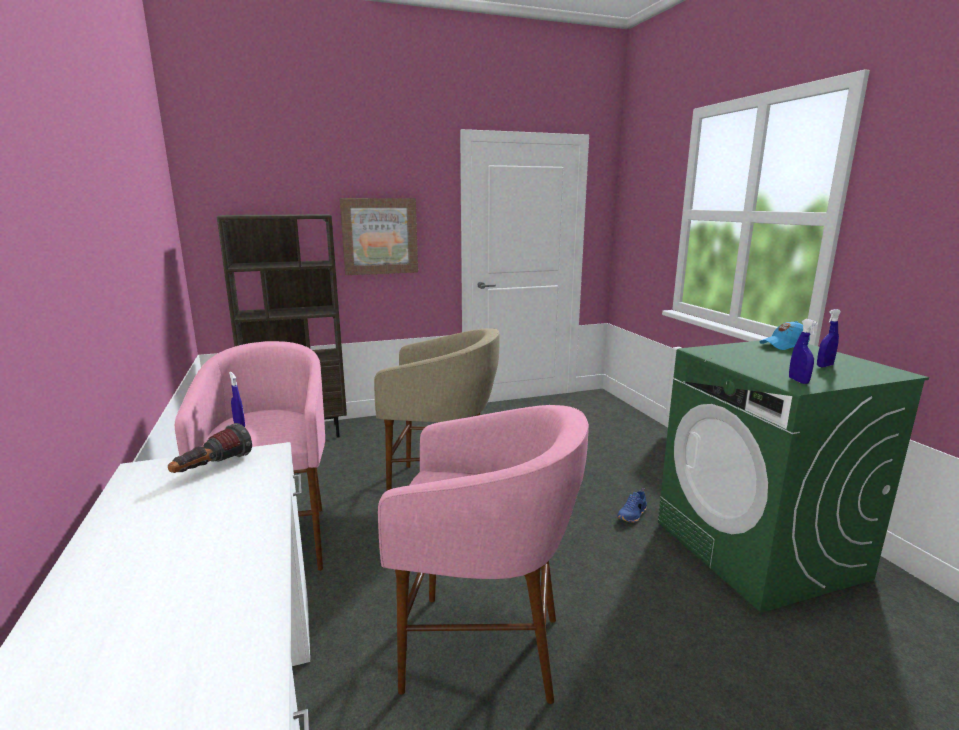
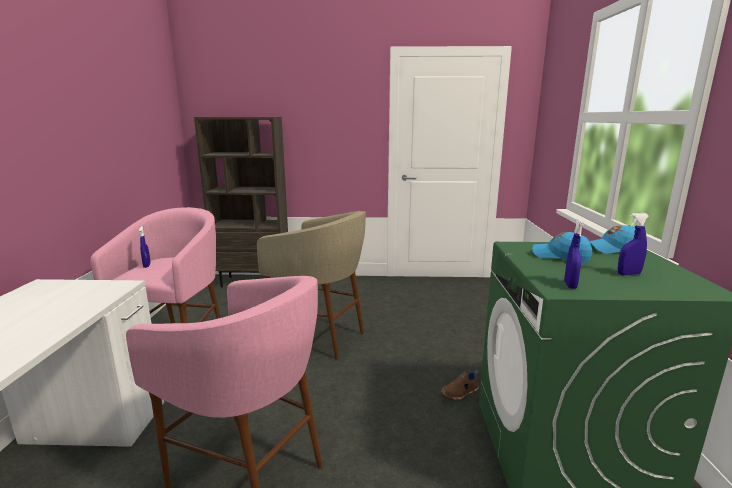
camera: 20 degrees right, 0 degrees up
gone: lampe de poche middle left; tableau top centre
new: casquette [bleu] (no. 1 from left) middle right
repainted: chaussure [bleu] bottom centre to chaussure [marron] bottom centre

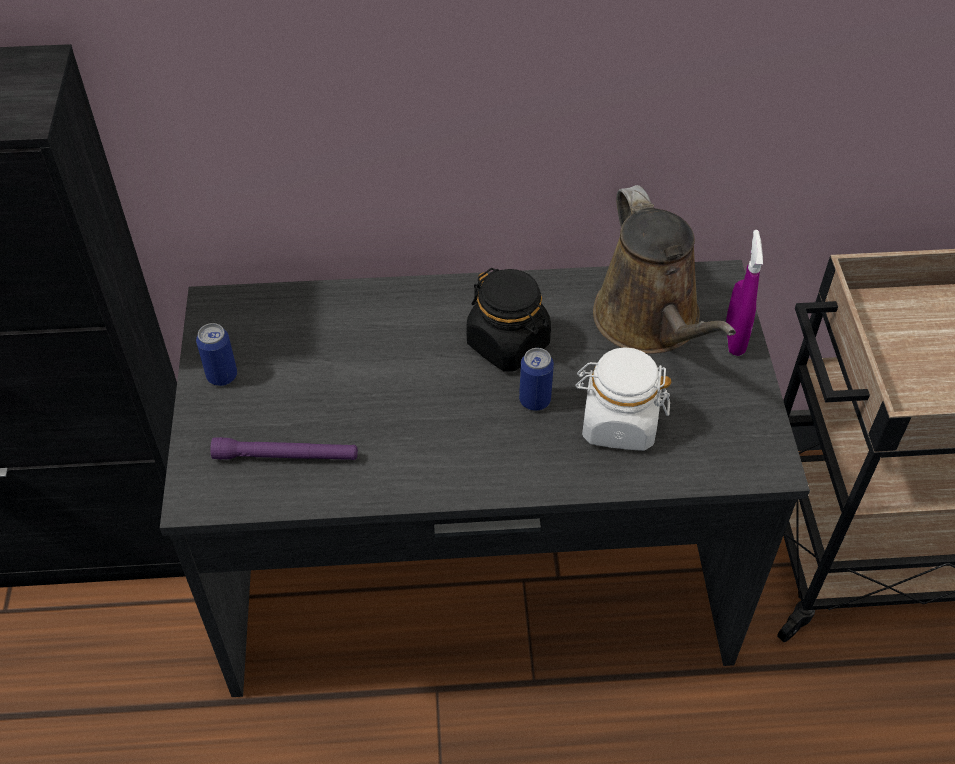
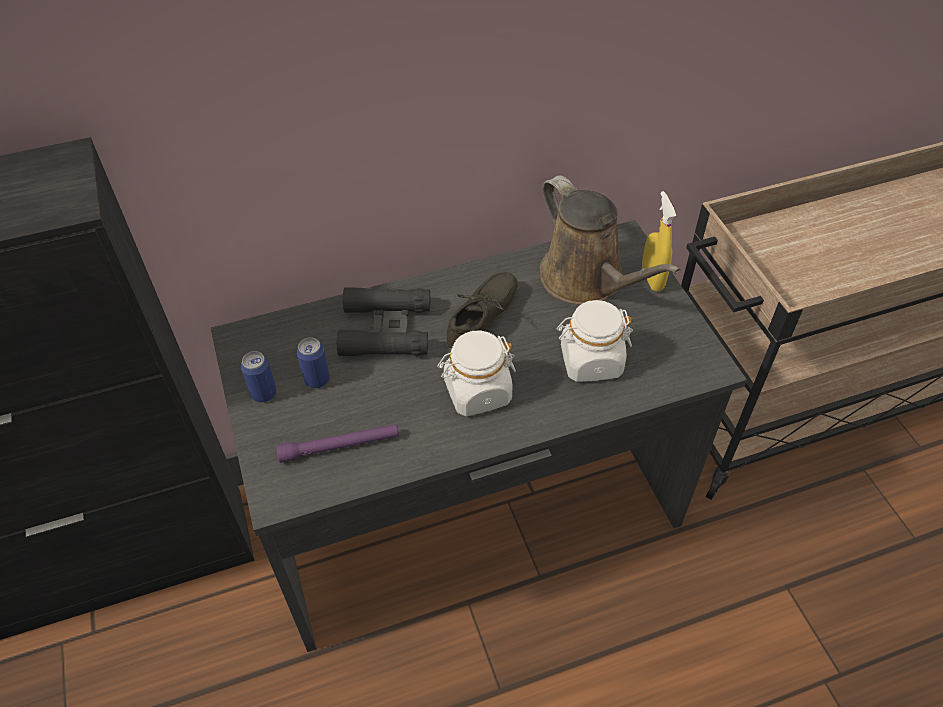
camera: 15 degrees left, 0 degrees up
new: jumelles [noir] centre; bocal [blanc] (no. 1 from left) centre
shifted: boîte métallique (no. 2 from left) centre to middle left
swapped: bocal [noir] centre to chaussure [gris] centre
repainted: vaporisateur [violet] middle right to vaporisateur [jaune] middle right

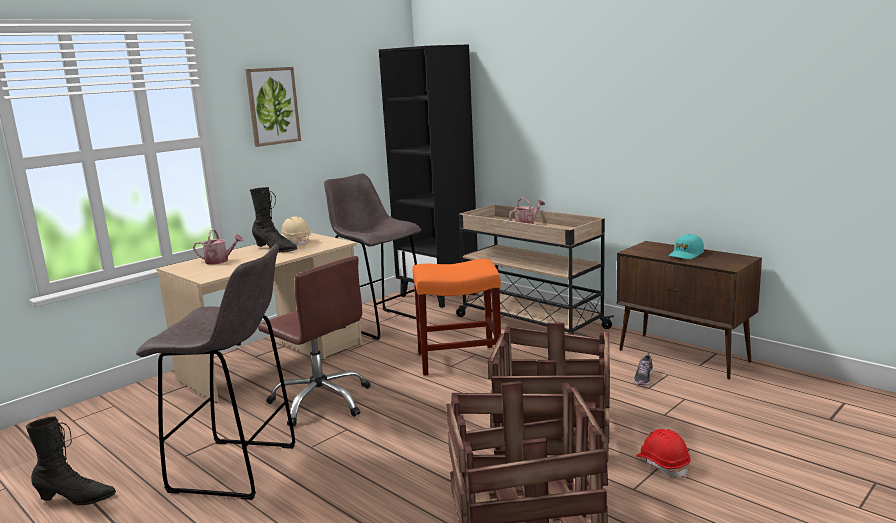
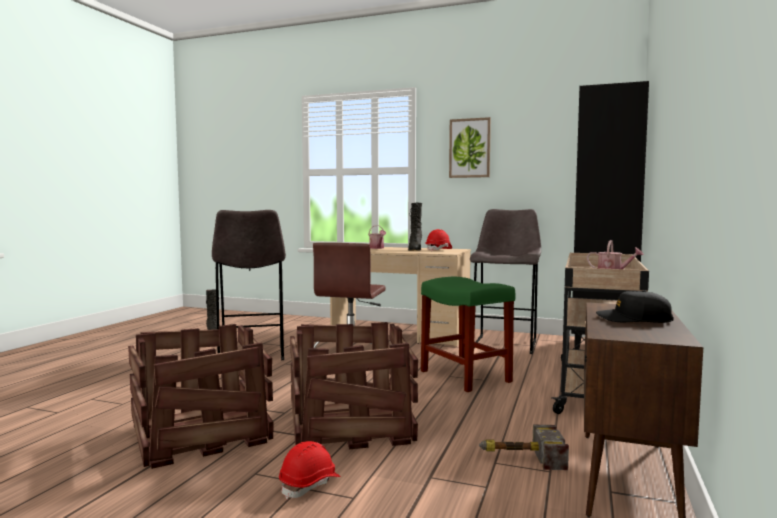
camera: 65 degrees right, 10 degrees down
swapped: chaussure bottom right to marteau bottom right
repainted: tabouret [orange] centre to tabouret [vert] centre; casque de chantier [beige] middle left to casque de chantier [rouge] (no. 2 from left) centre; casquette [turquoise] middle right to casquette [noir] middle right

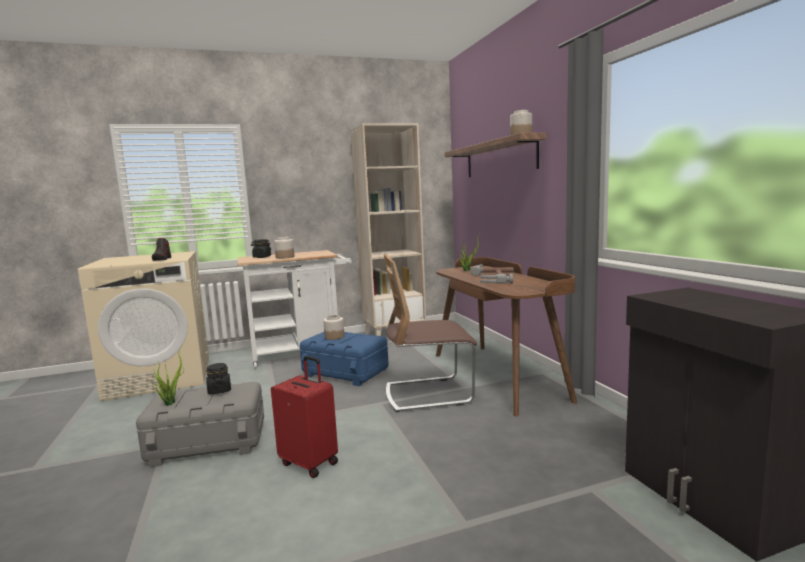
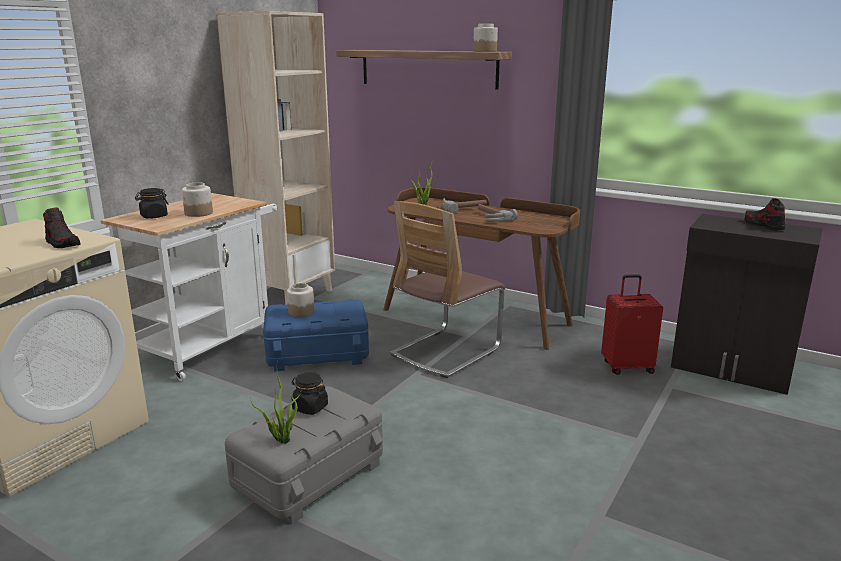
camera: 40 degrees left, 10 degrees up
new: chaussure (no. 2 from left) middle right
shifted: valise [rouge] bottom centre to middle right

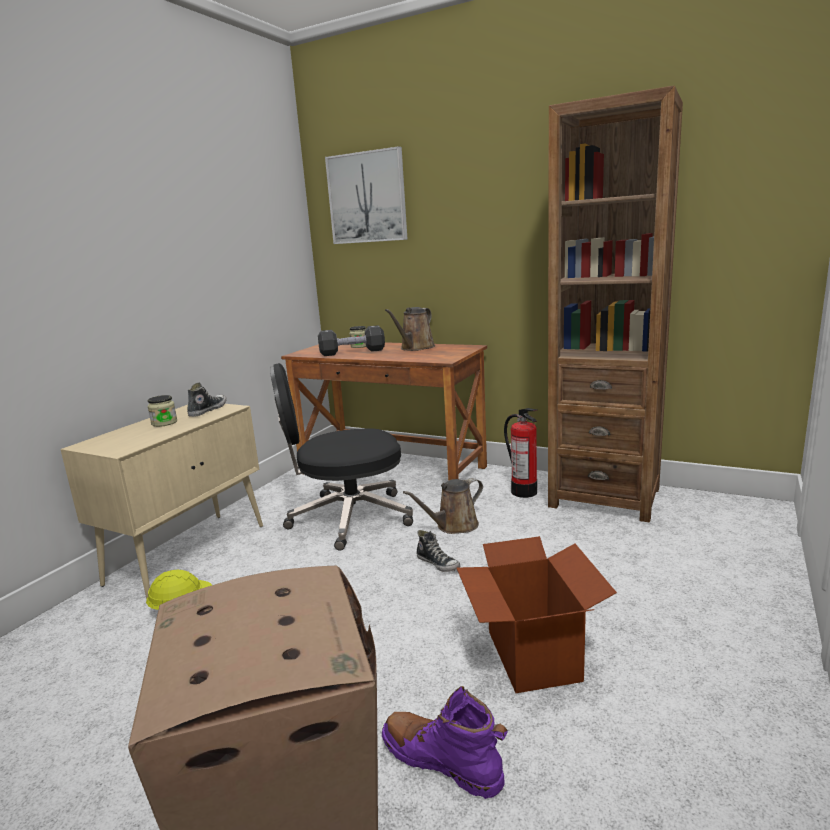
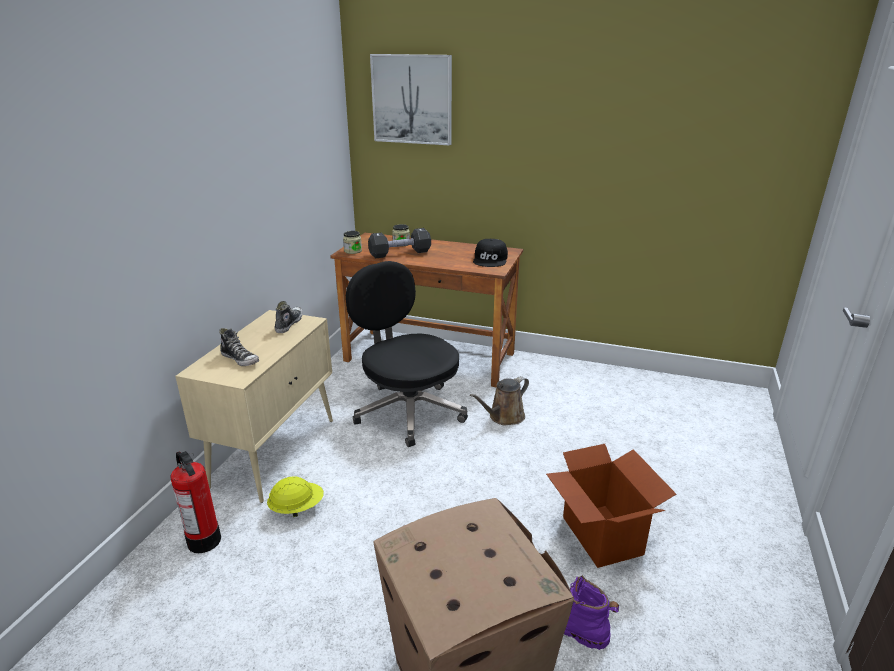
camera: 10 degrees left, 10 degrees up
gone: arrosoir [marron] (no. 1 from left) centre; bibliothèque [marron] middle right
new: casquette [noir] centre
shifted: extincteur centre to bottom left; chaussure (no. 2 from left in the first image) centre to chaussure (no. 1 from left) middle left; bocal (no. 1 from left) middle left to centre
rotated: chaise de bureau [noir] centre = centre 75 degrees clockwise

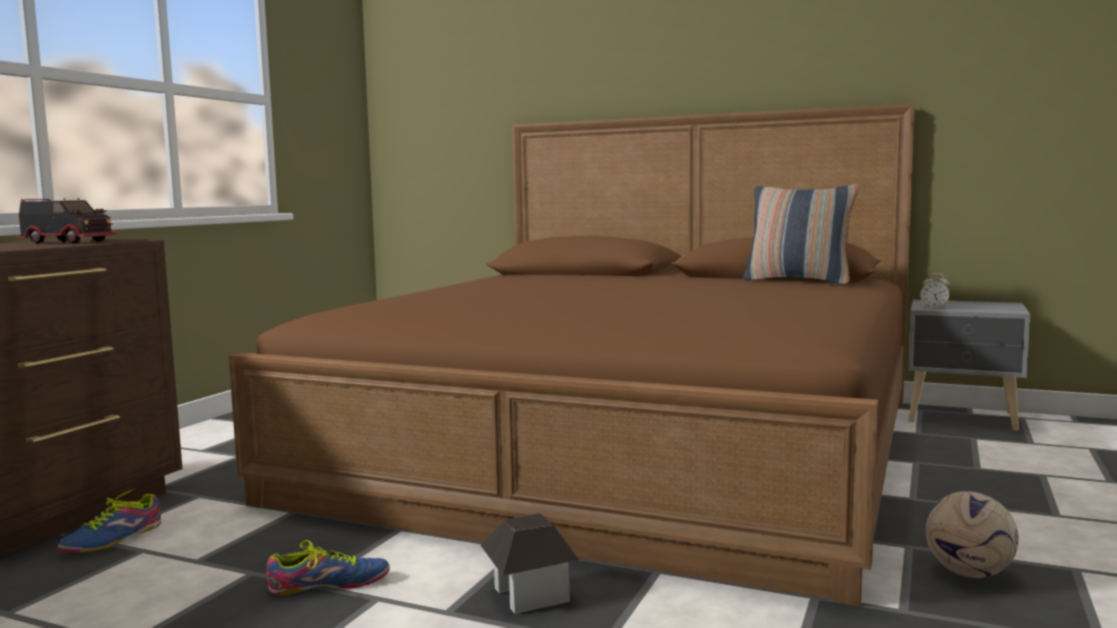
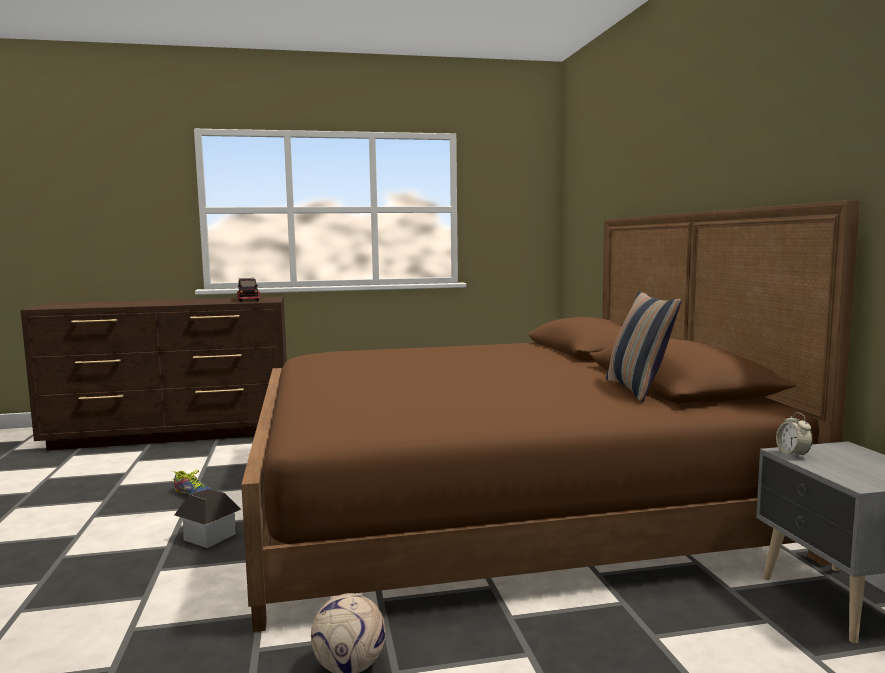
camera: 55 degrees right, 0 degrees up
gone: chaussure (no. 1 from left) bottom left

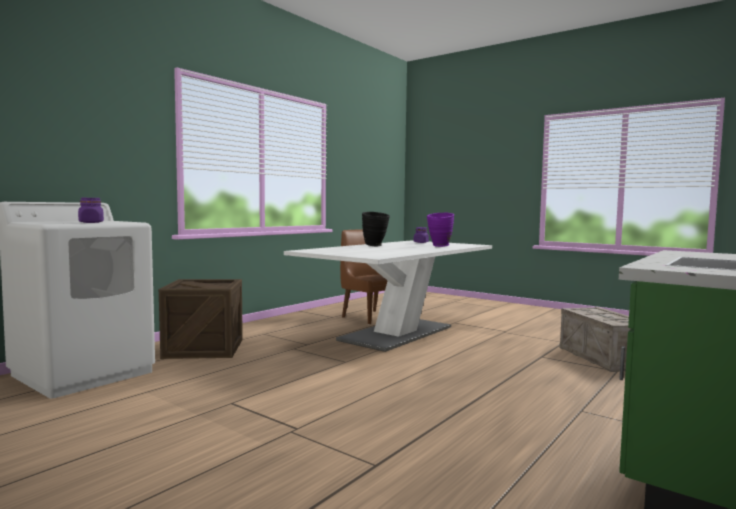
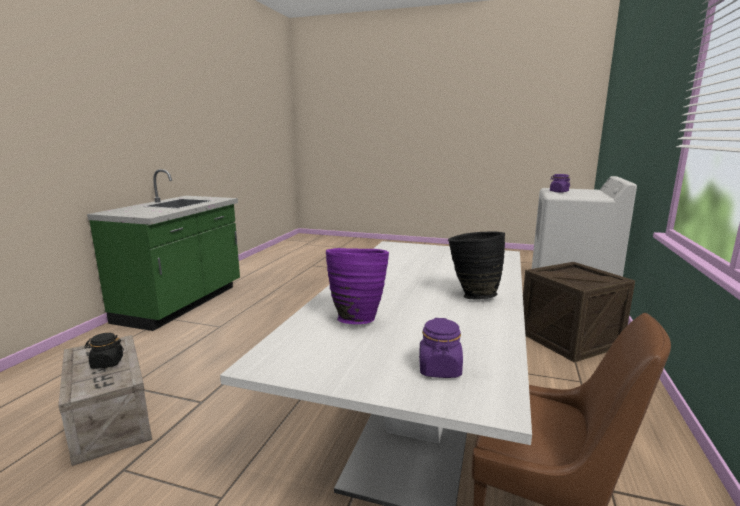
camera: 160 degrees right, 10 degrees up
new: bocal [noir] bottom left

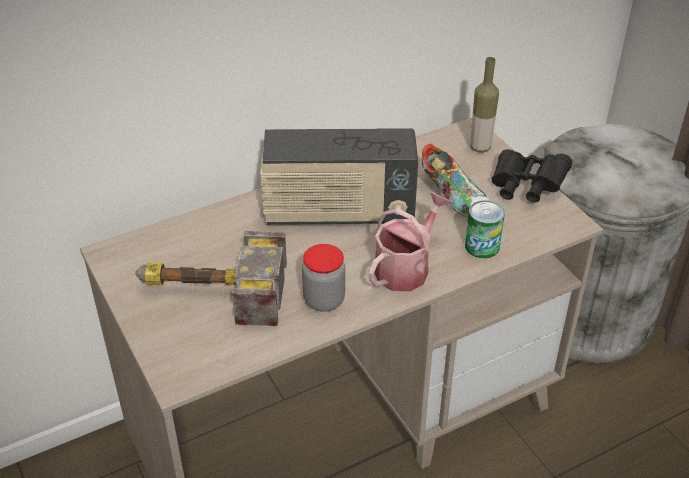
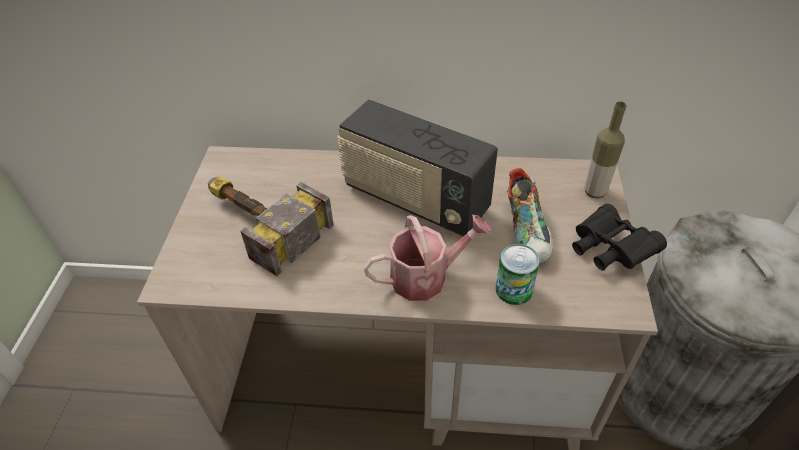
camera: 35 degrees right, 5 degrees up
gone: bocal centre

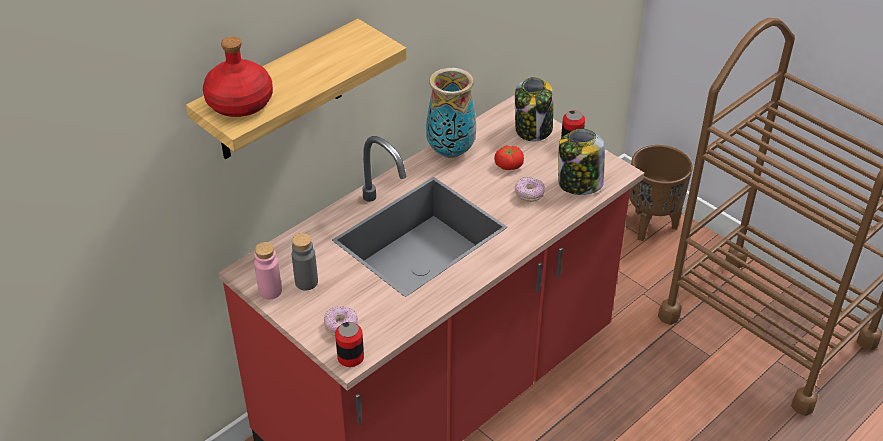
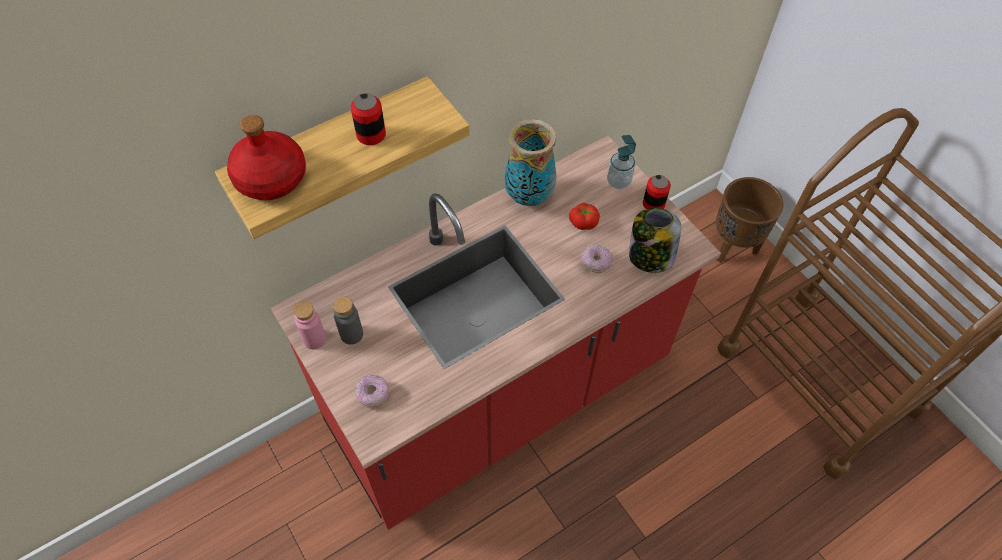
camera: 10 degrees right, 15 degrees up
shifted: boîte métallique (no. 1 from left) bottom centre to top centre
swapped: bocal (no. 1 from left) top centre to distributeur de savon top centre

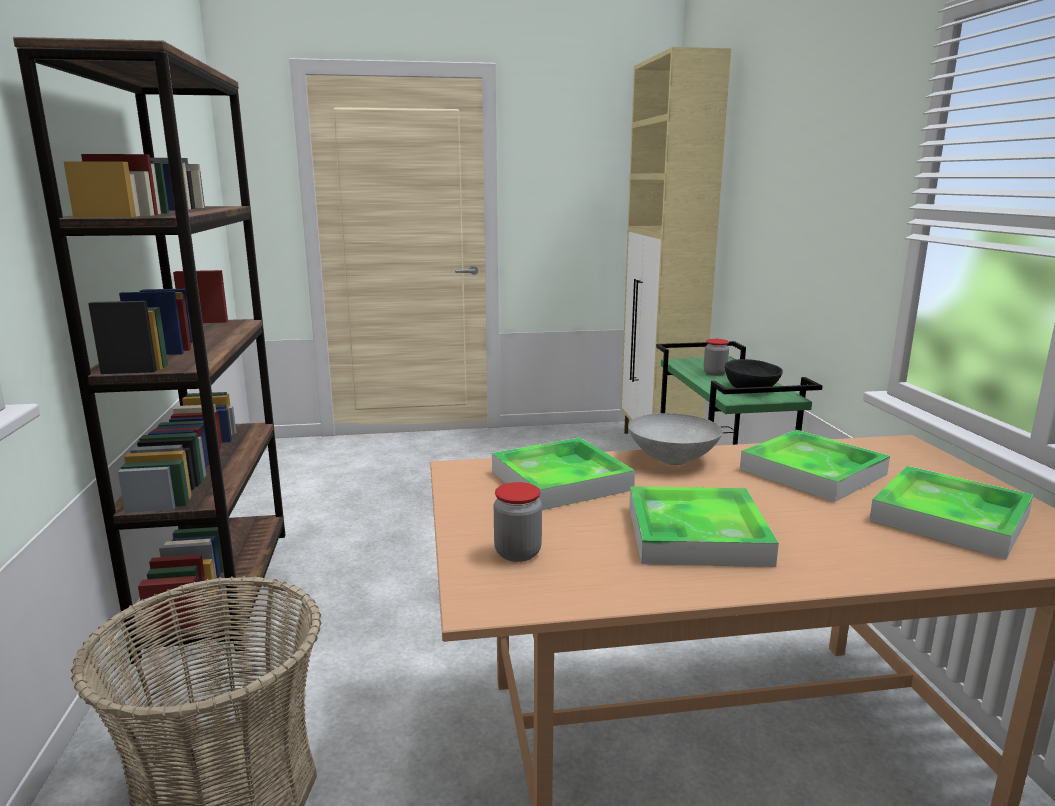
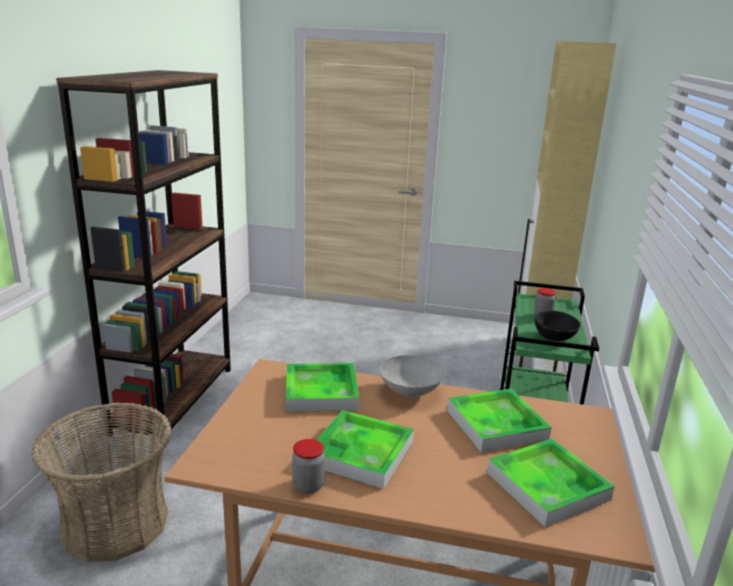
camera: 20 degrees right, 5 degrees up
shifted: bocal (no. 1 from left) centre to bottom centre

